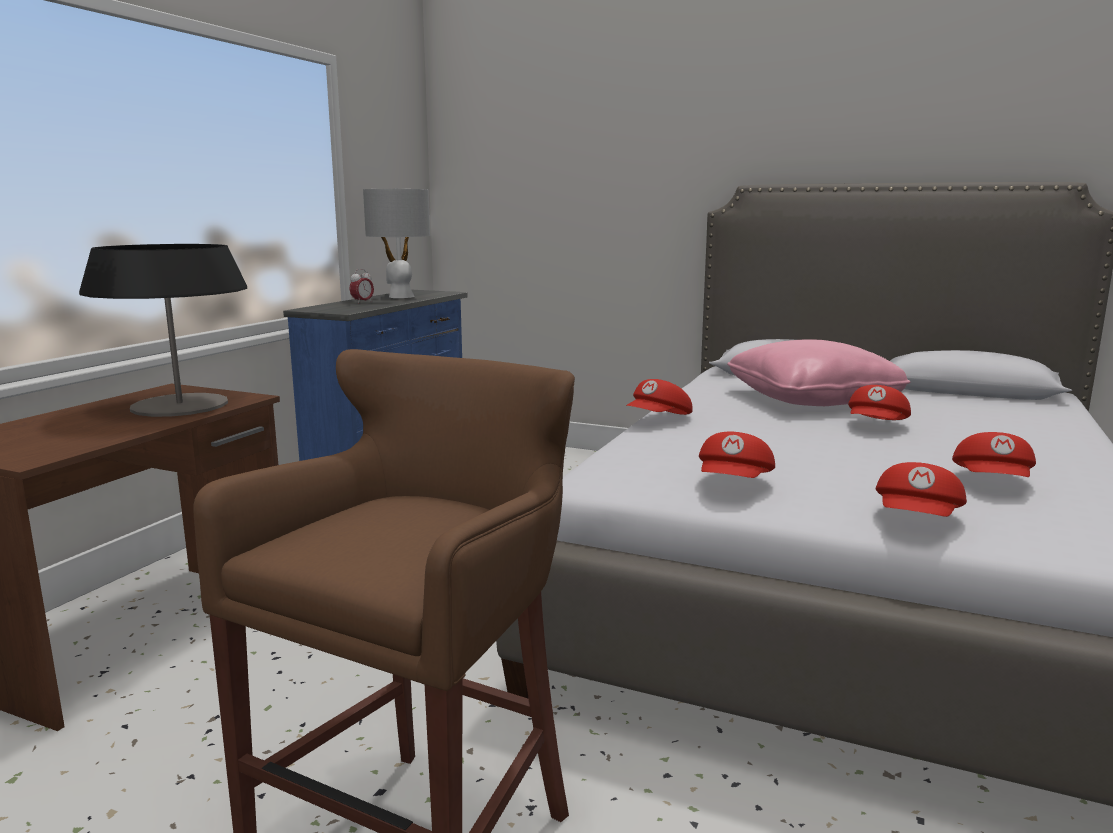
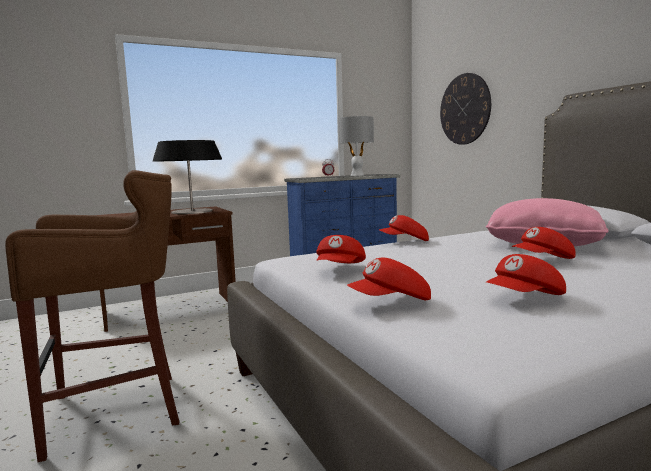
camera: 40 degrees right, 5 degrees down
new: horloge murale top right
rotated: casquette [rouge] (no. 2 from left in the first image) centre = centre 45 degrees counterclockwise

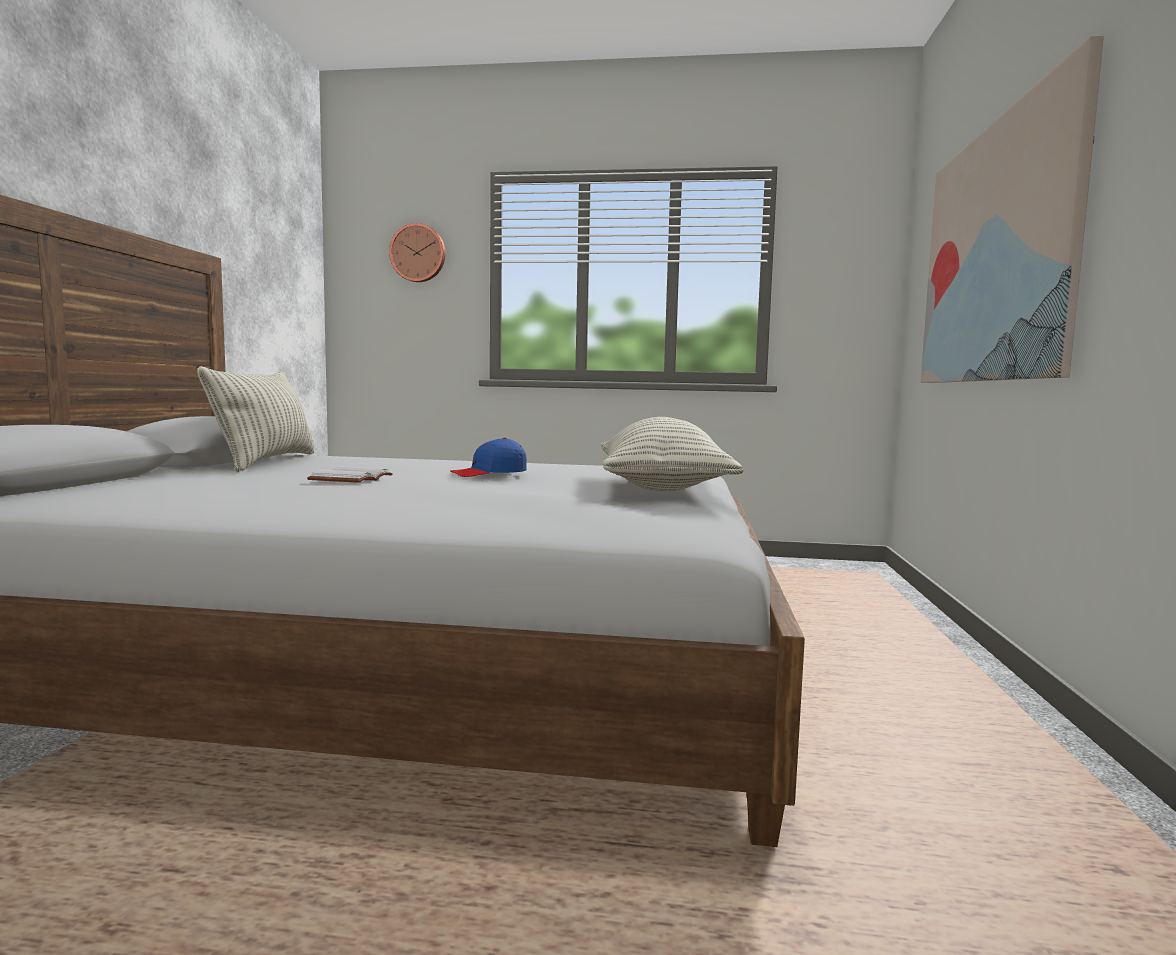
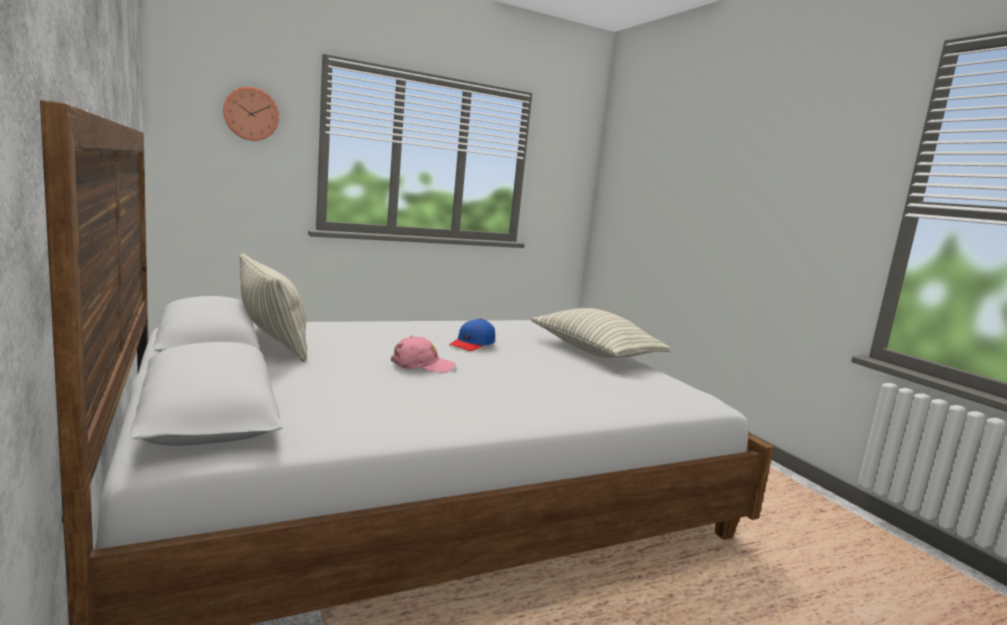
camera: 35 degrees left, 5 degrees up
gone: tableau top right
swapped: livre [blanc] middle left to casquette [rose] centre

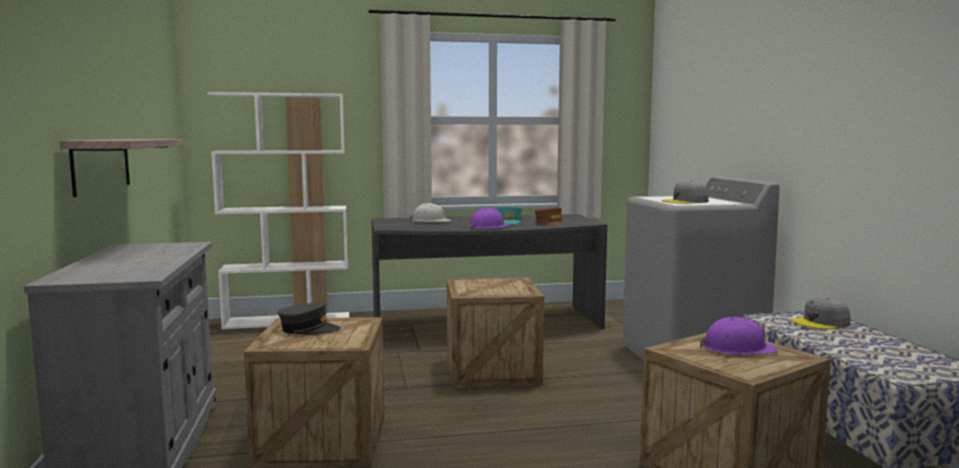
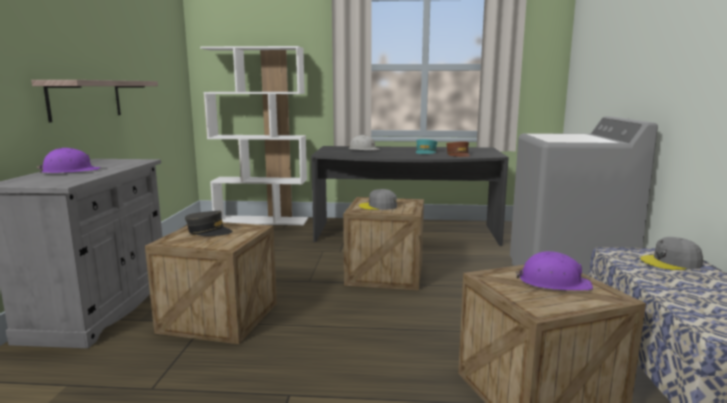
camera: 15 degrees right, 5 degrees up
shifted: casque de chantier [violet] (no. 1 from left) centre to middle left; casquette [gris] (no. 2 from left) middle right to centre

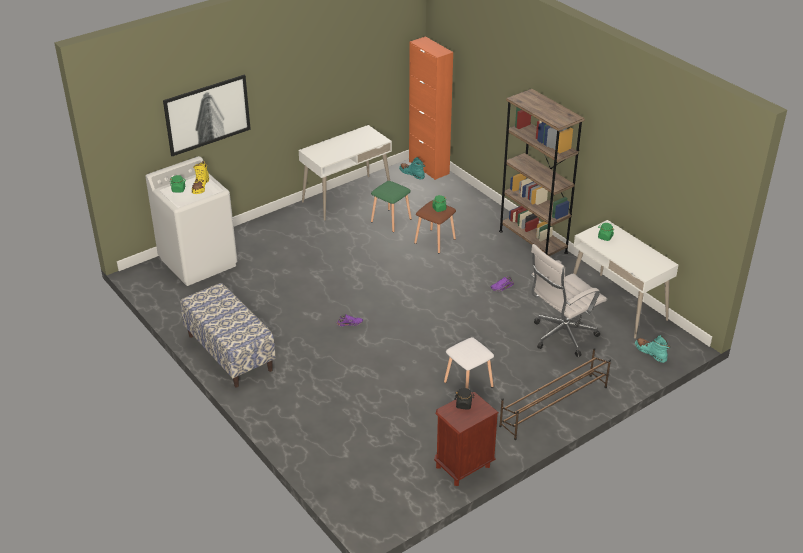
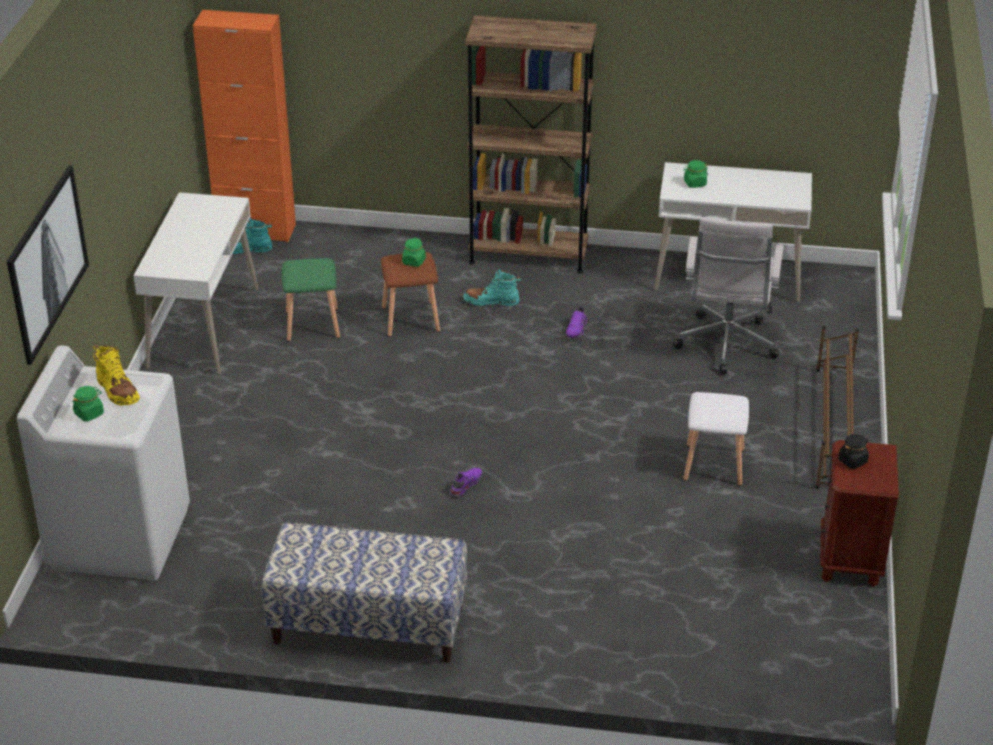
camera: 45 degrees left, 0 degrees up
shifted: botte [turquoise] (no. 2 from left) middle right to centre

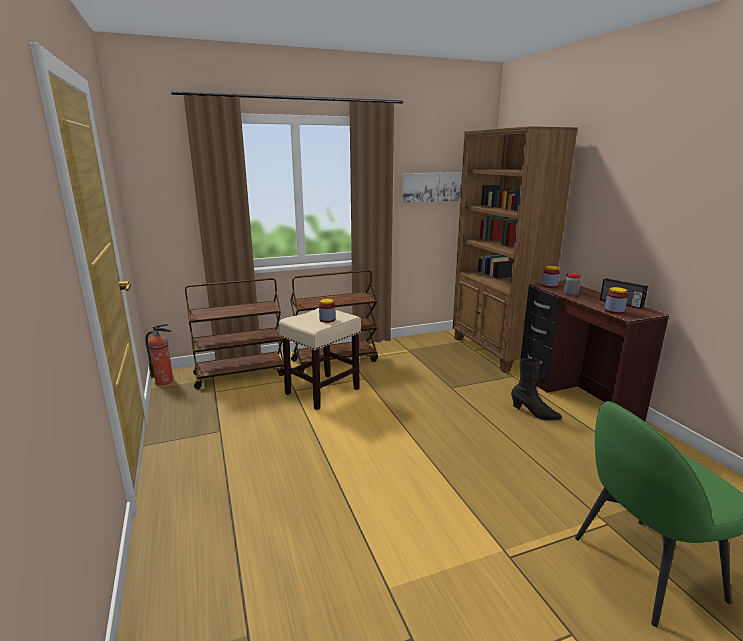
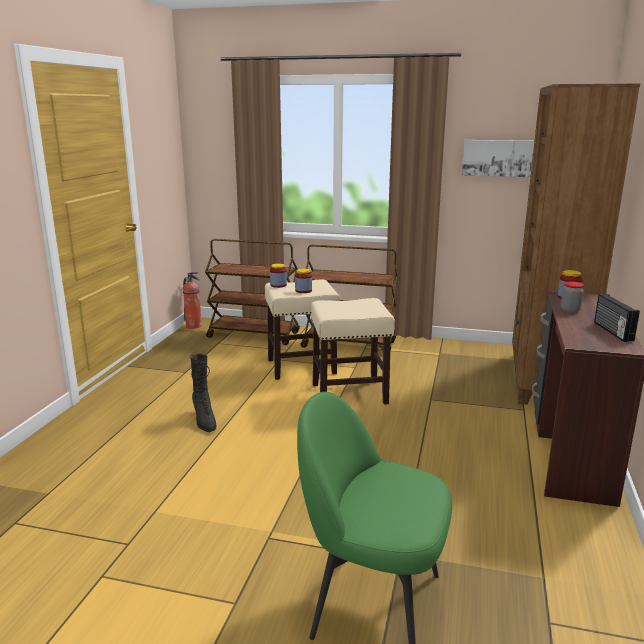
camera: 35 degrees right, 0 degrees up
new: tabouret [beige] (no. 2 from left) centre
shifted: botte [noir] middle right to middle left; bocal (no. 4 from left in the first image) middle right to bocal (no. 1 from left) centre

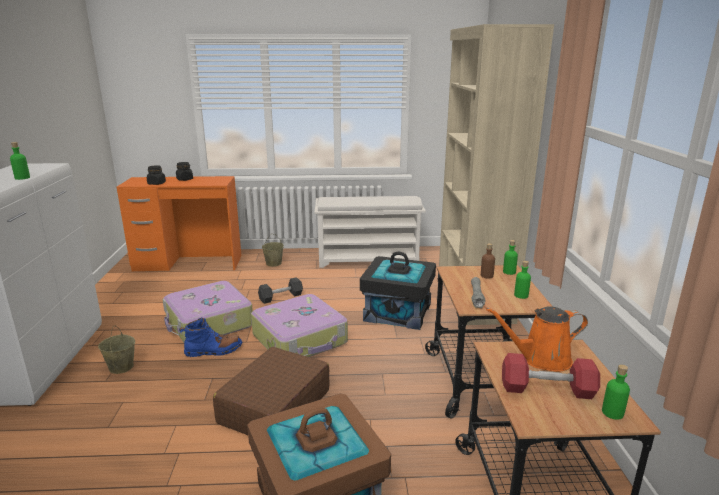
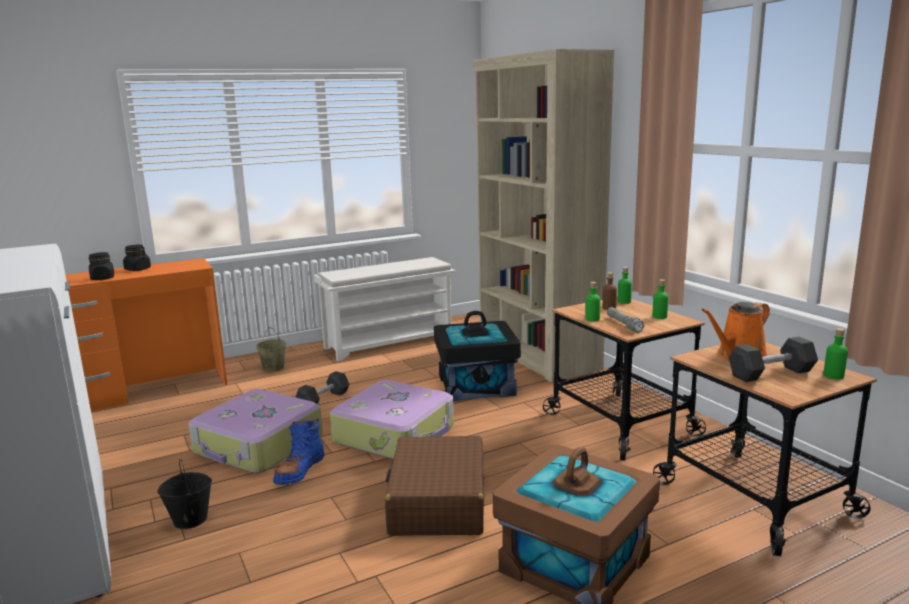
camera: 25 degrees left, 5 degrees down
shifted: bouteille [vert] (no. 1 from left) top left to centre
repainted: seau [beige] (no. 1 from left) bottom left to seau [noir] bottom left; haltère [rouge] bottom right to haltère [noir] (no. 2 from left) middle right
rotated: botte [bleu] bottom left = bottom left 150 degrees clockwise

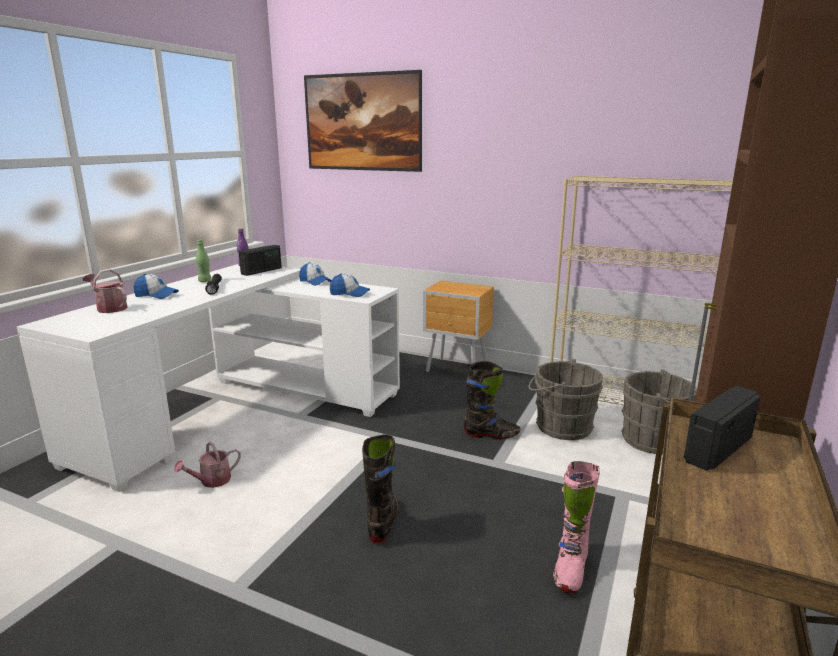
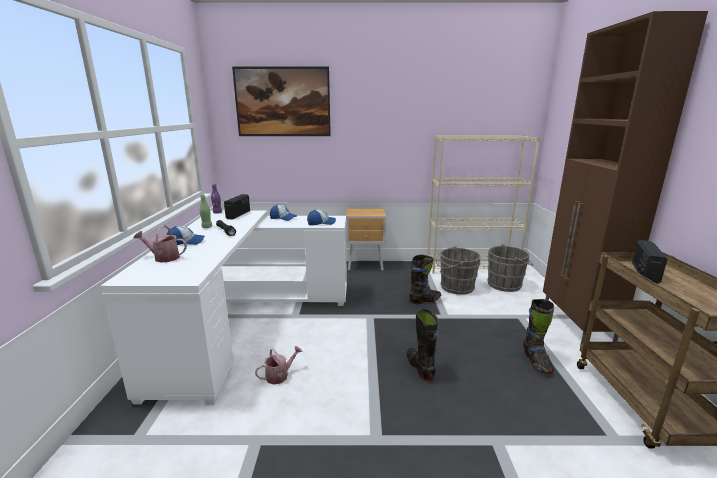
camera: 25 degrees left, 0 degrees up
repainted: botte [rose] bottom right to botte [noir] (no. 3 from left) bottom right
rotated: arrosoir (no. 2 from left) bottom left = bottom centre 150 degrees counterclockwise

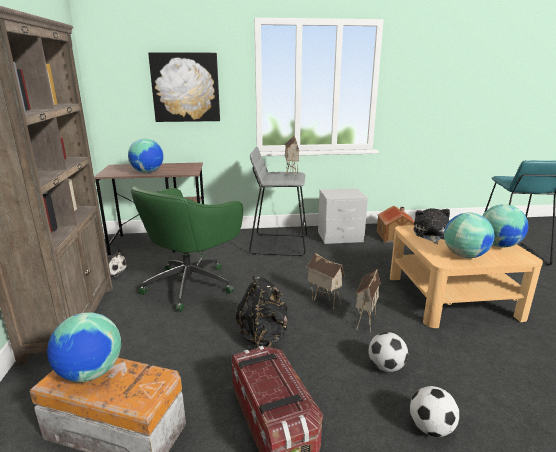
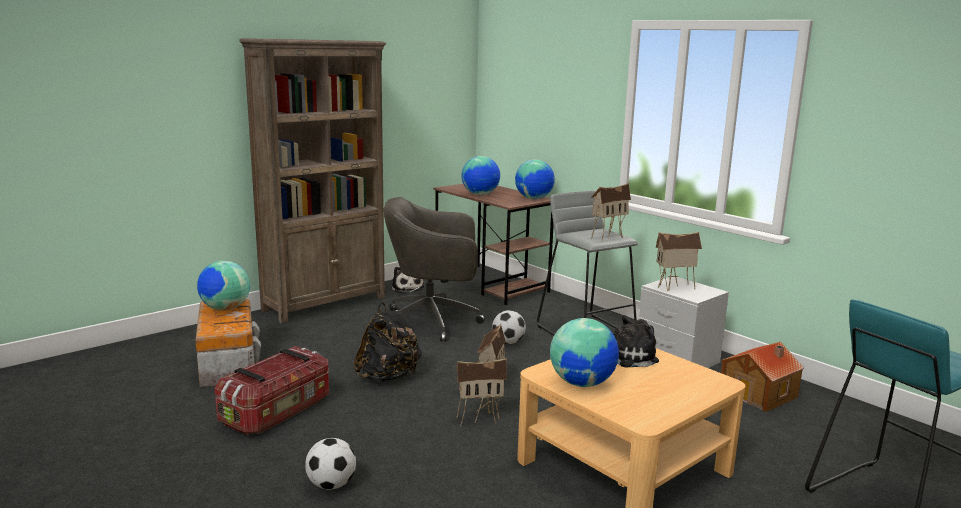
camera: 55 degrees right, 5 degrees down
gone: tableau top left
new: maison miniature (no. 4 from left) middle right
shifted: ballon de foot (no. 1 from left in the first image) bottom right to ballon de foot (no. 2 from left) centre; globe (no. 4 from left in the first image) middle right to globe (no. 3 from left) centre
repainted: chaise de bureau [vert] centre to chaise de bureau [gris] centre

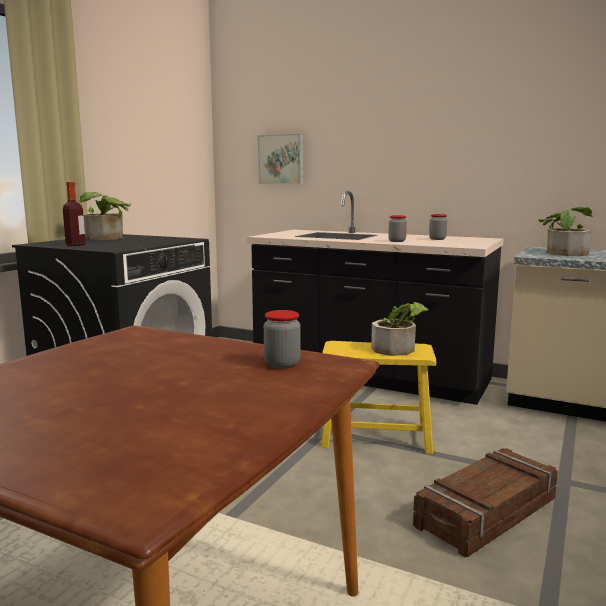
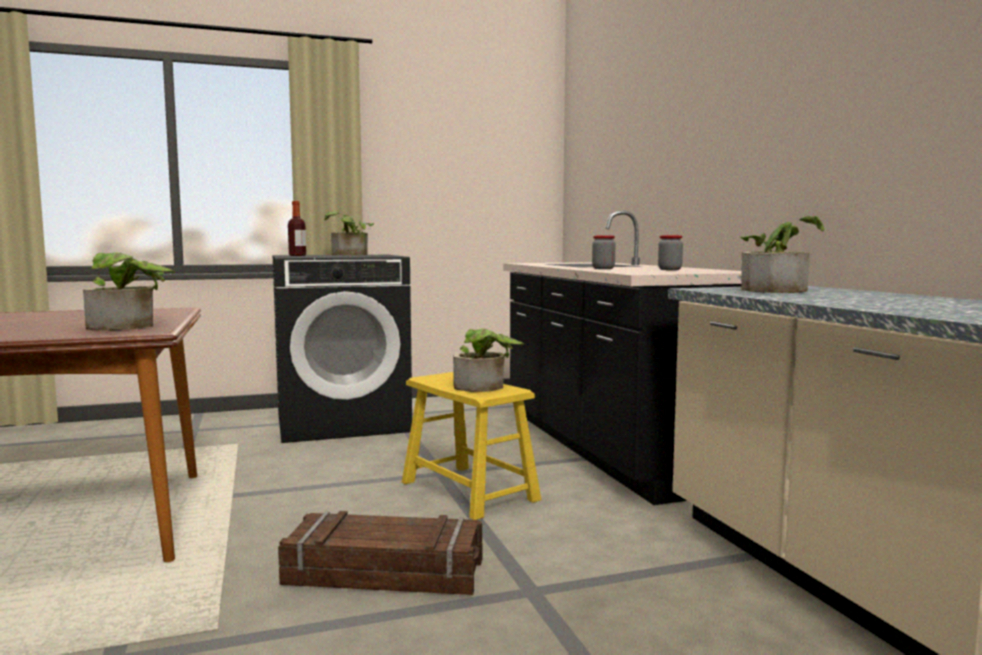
camera: 45 degrees right, 5 degrees down
gone: tableau top centre
swapped: bocal (no. 1 from left) centre to plante en pot (no. 1 from left) middle left

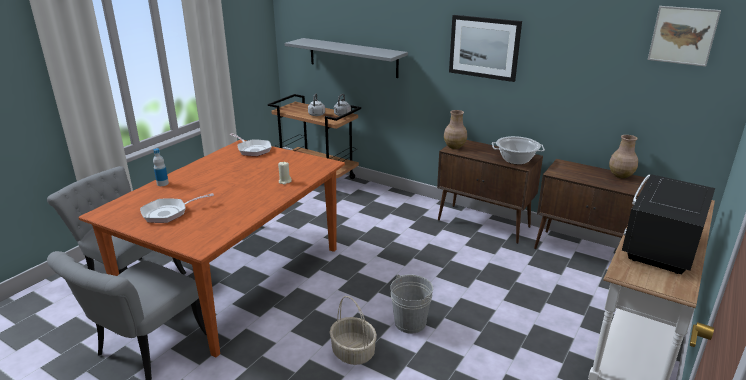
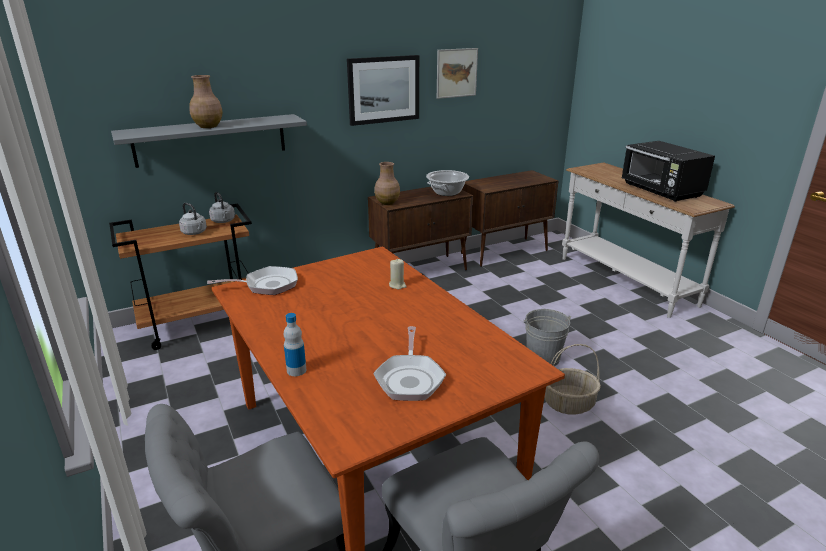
camera: 60 degrees left, 0 degrees up
shifted: vase [marron] (no. 2 from left in the first image) middle right to vase [marron] (no. 1 from left) top left; tableau (no. 2 from left) top right to top centre

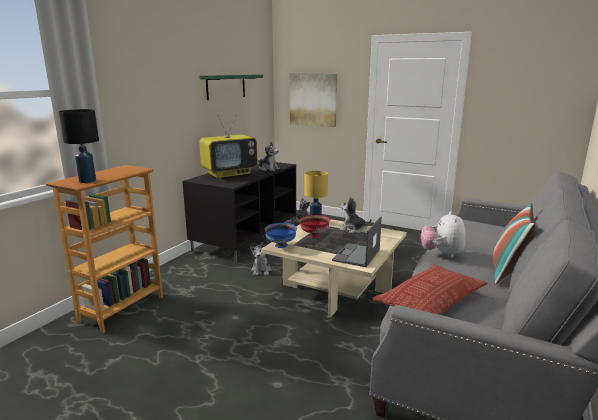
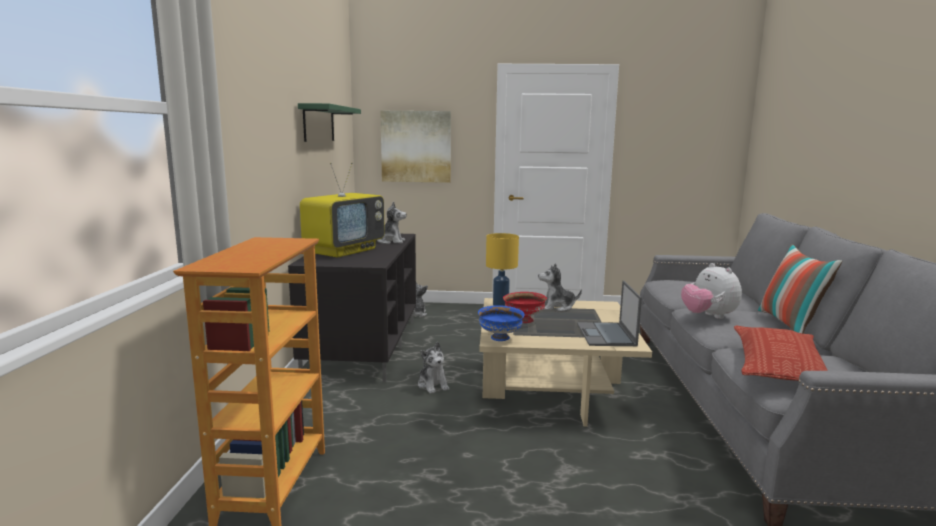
camera: 25 degrees left, 5 degrees down
gone: lampe de table [noir] middle left

